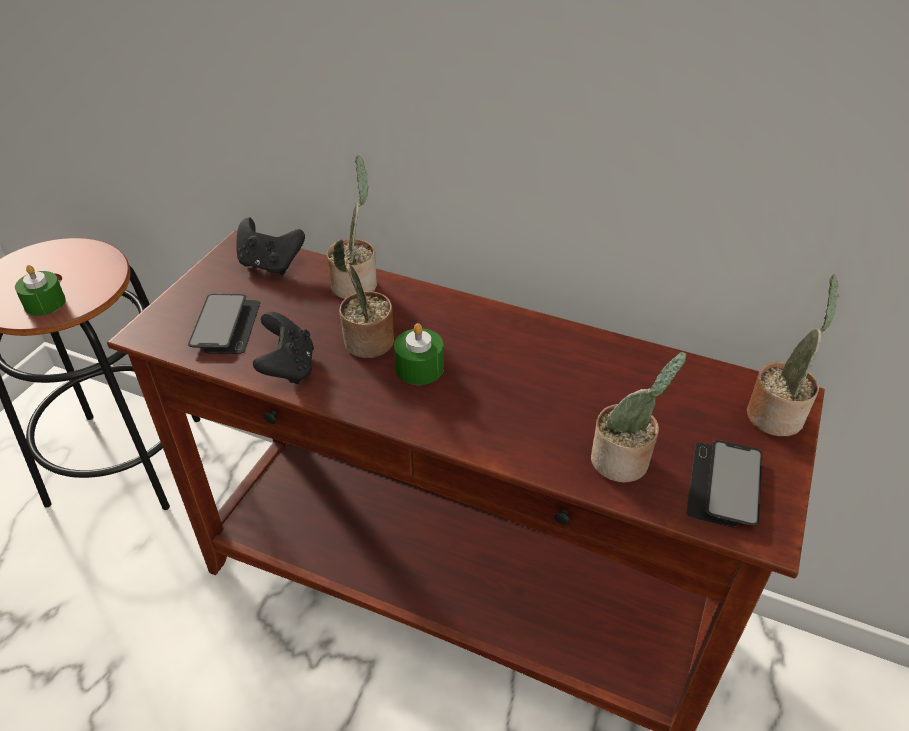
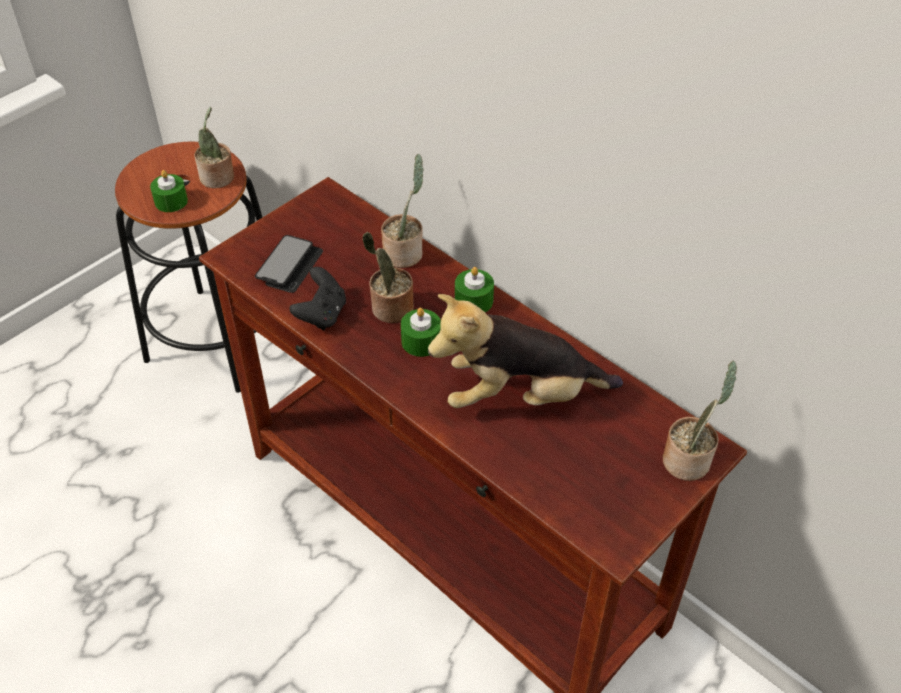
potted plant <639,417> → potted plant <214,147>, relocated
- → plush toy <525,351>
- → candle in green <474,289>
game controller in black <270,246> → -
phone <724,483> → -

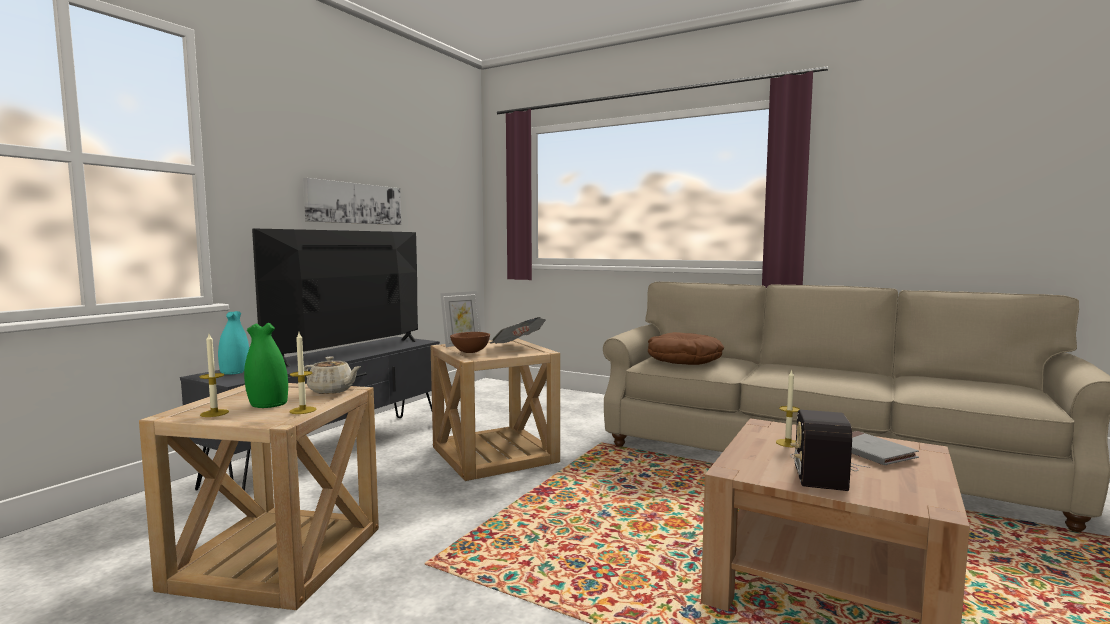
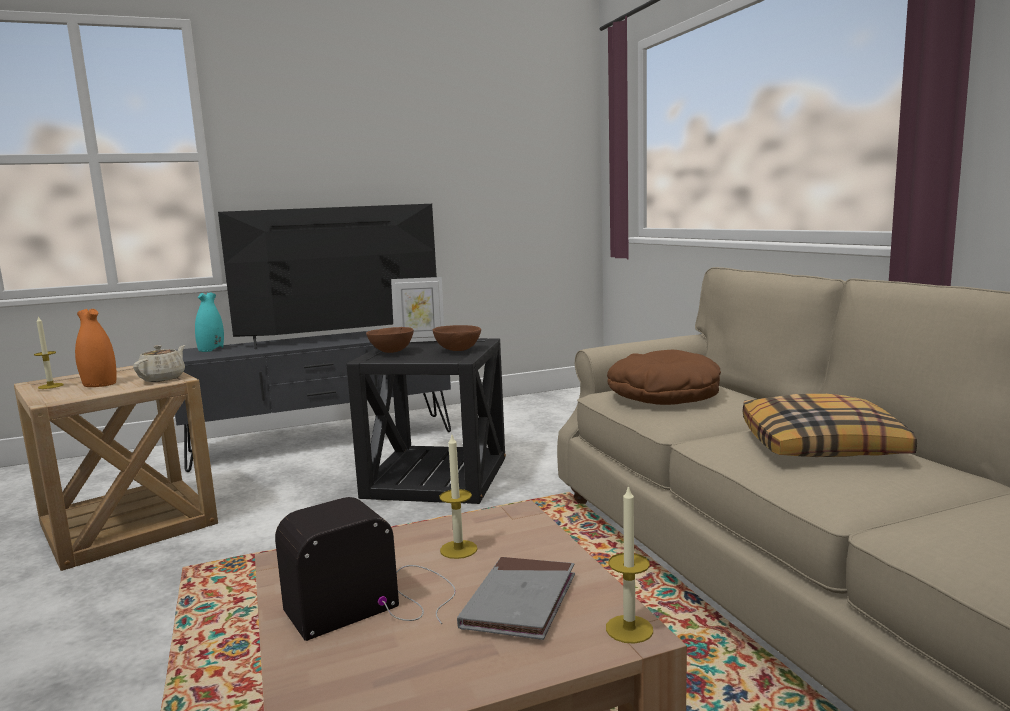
vase in green <266,365> → vase in orange <95,348>
teapot in beige <332,375> → teapot in beige <159,363>, 135 degrees counterclockwise
side table in beige <495,409> → side table in black <426,421>
newspaper <518,330> → bowl in brown <457,338>
candle <302,373> → candle <629,564>, relocated
- → pillow <829,425>
picture <352,201> → -

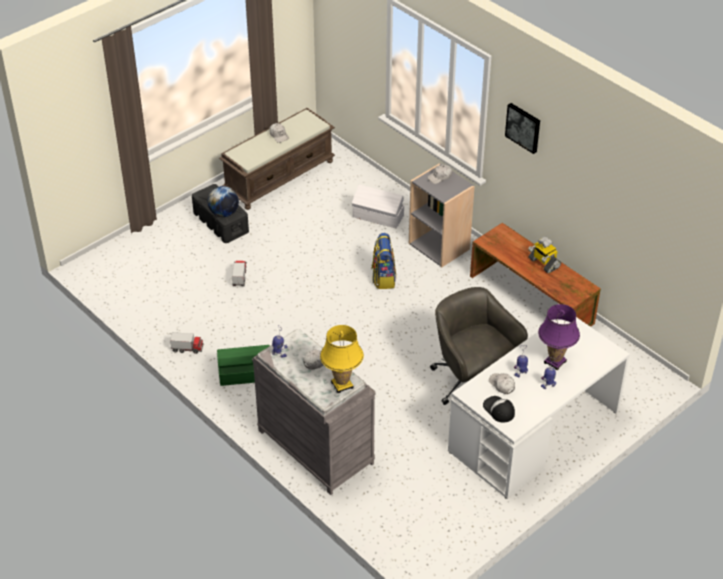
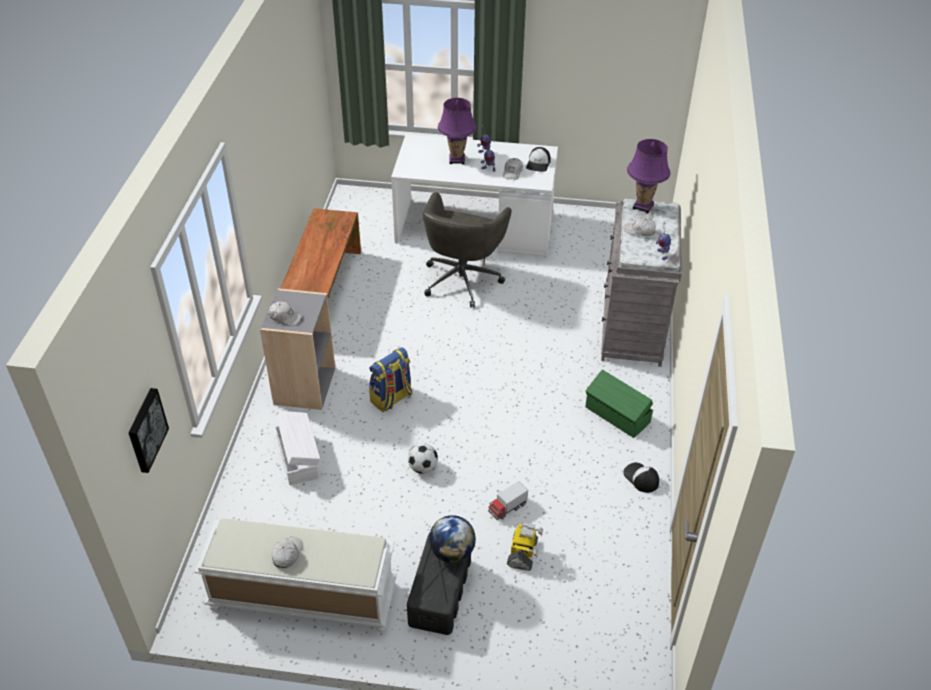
picture <522,128> → picture <148,430>, relocated
bench in brown <277,159> → bench in white <295,575>
- → football <423,458>
toy robot <544,255> → toy robot <525,546>, relocated
toy truck <187,343> → cap <641,477>
table lamp in yellow <342,359> → table lamp in purple <648,176>

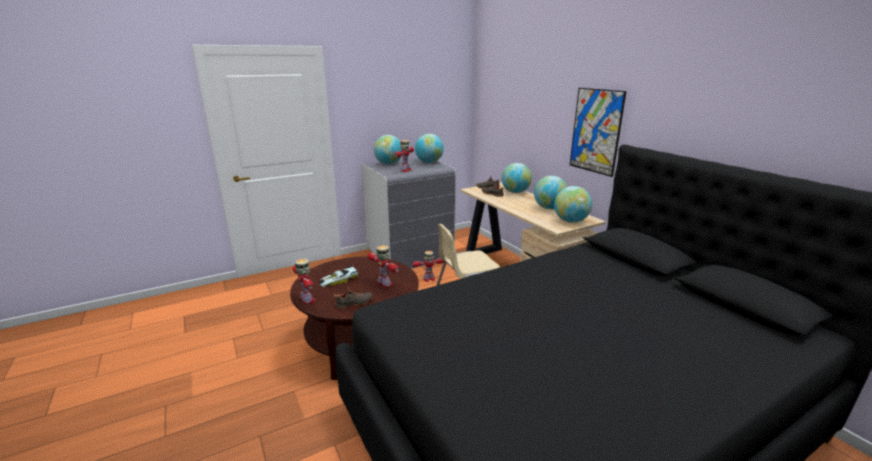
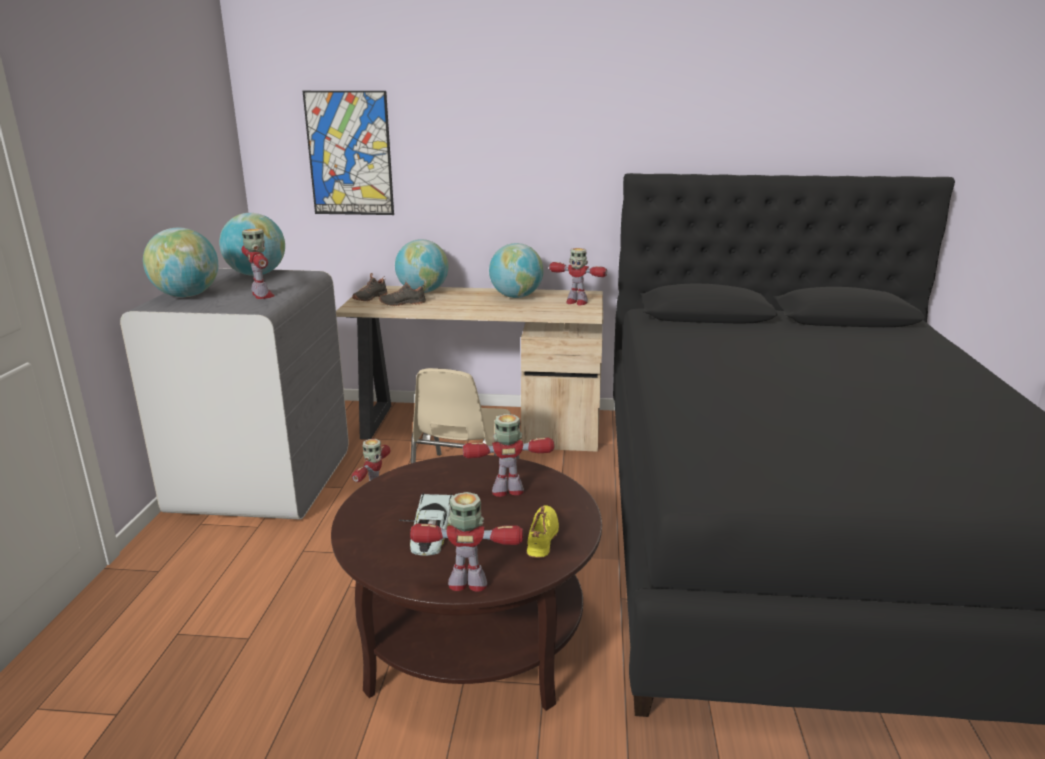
picture <598,132> → picture <348,153>, relocated
shoe in black <353,298> → shoe in yellow <543,531>
globe <573,204> → toy robot <578,277>

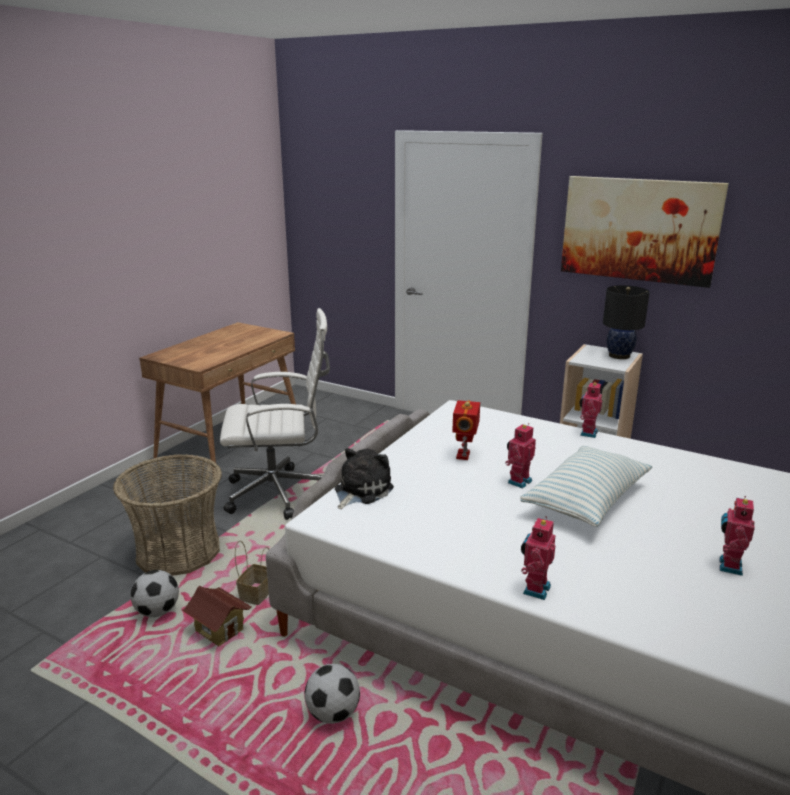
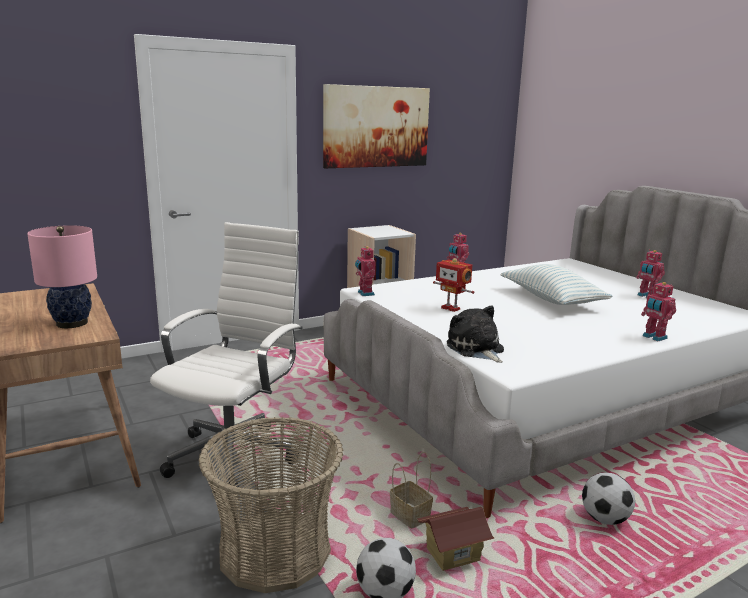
- → table lamp in pink <62,276>
toy robot <520,456> → toy robot <365,271>, relocated
table lamp in black <626,322> → -

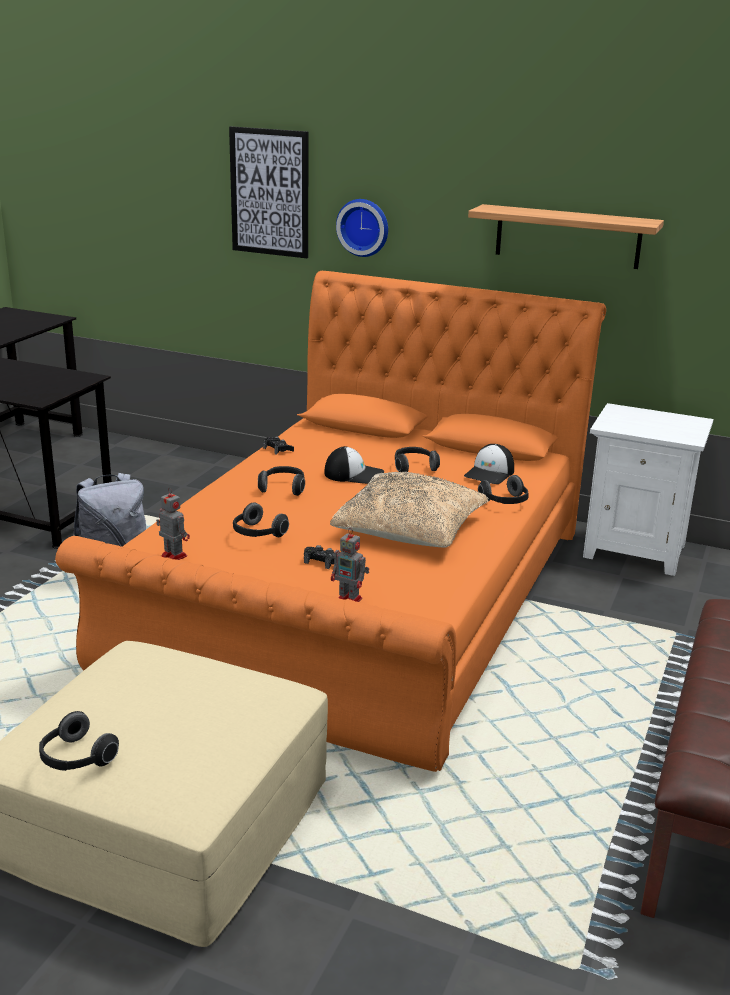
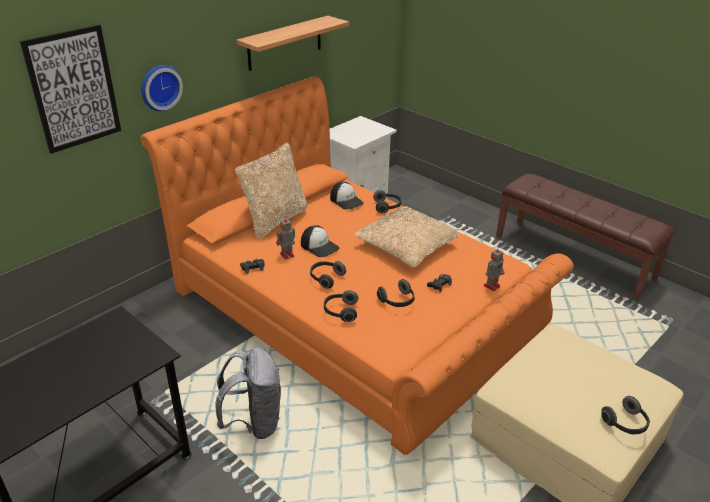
- → pillow in beige <271,191>
toy robot <173,524> → toy robot <285,238>, relocated
cap <354,465> → cap <320,241>, 105 degrees clockwise
headphones <417,460> → headphones <341,306>, relocated

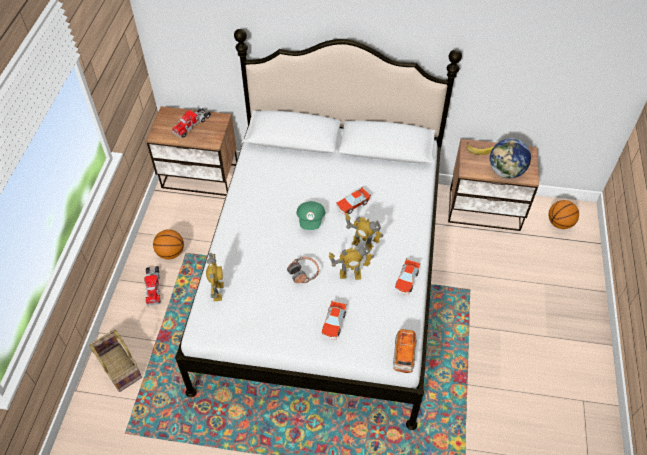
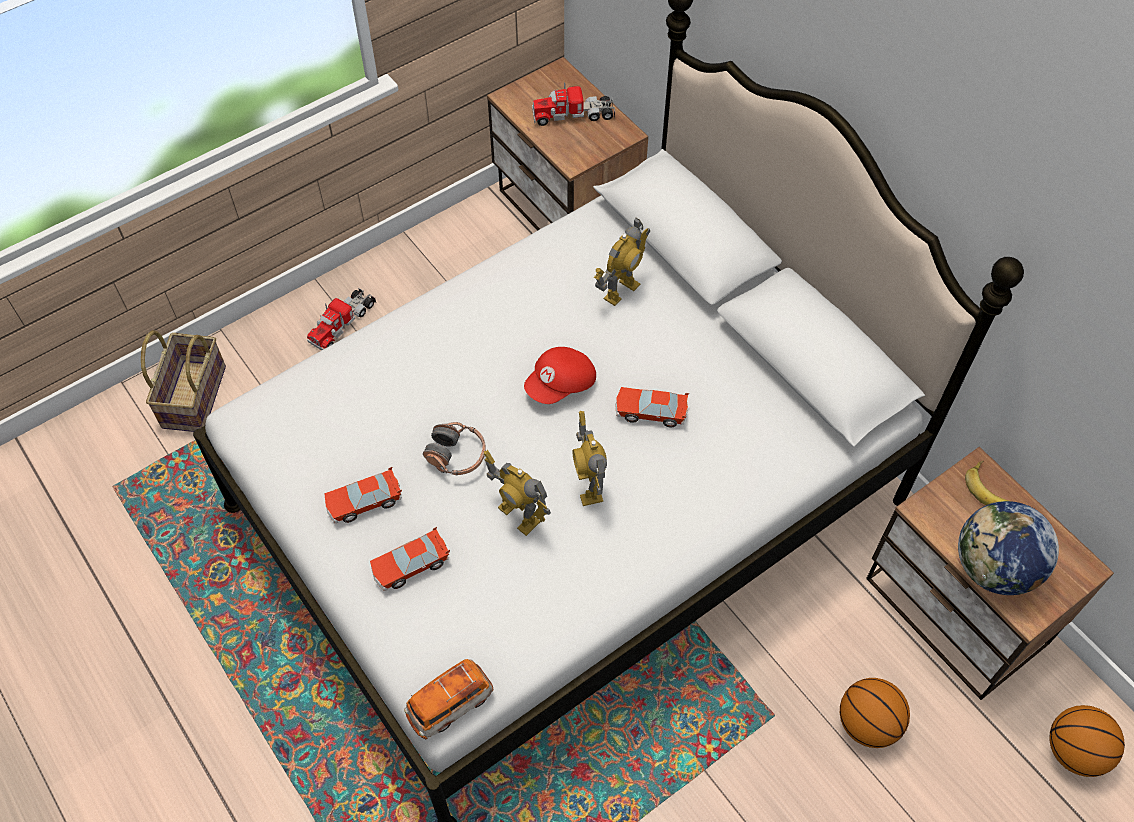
toy car <407,276> → toy car <363,495>, relocated
cap in green <311,215> → cap in red <560,375>
toy robot <215,277> → toy robot <622,261>, relocated
basketball <168,244> → basketball <875,713>, relocated

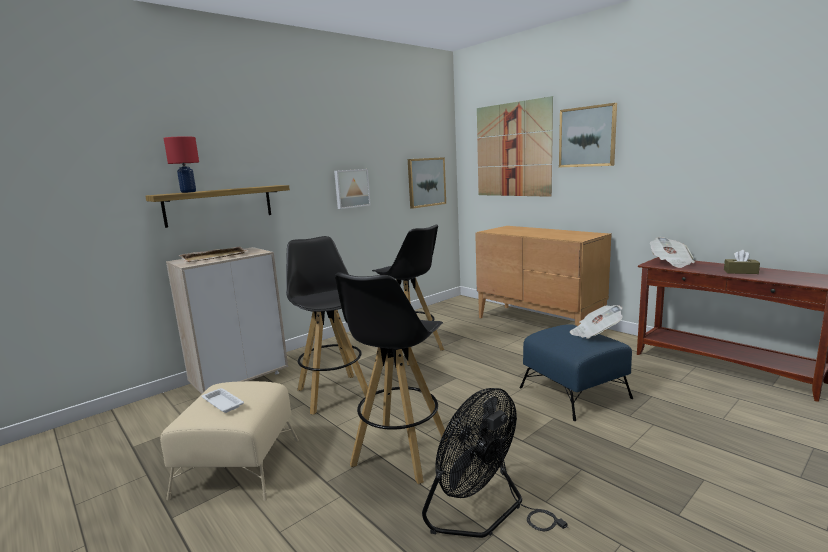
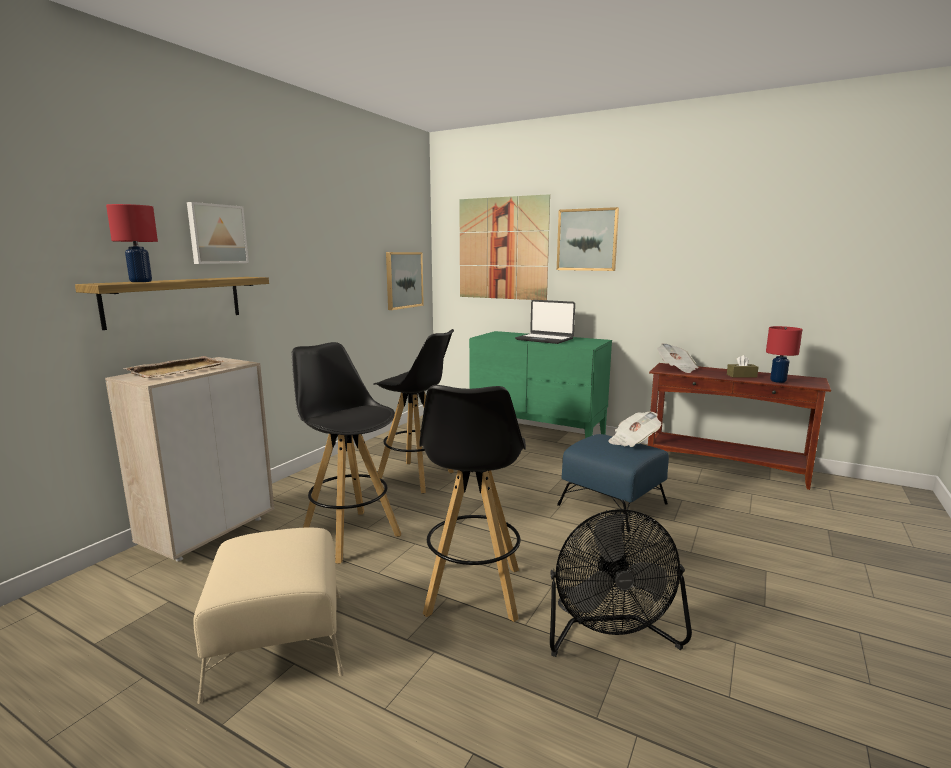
picture <352,189> → picture <218,233>, relocated
cabinet in brown <543,278> → cabinet in green <540,384>
- → laptop <545,322>
fan in black <495,463> → fan in black <621,583>, 120 degrees counterclockwise
- → table lamp in red <784,354>
tray in white <222,400> → -

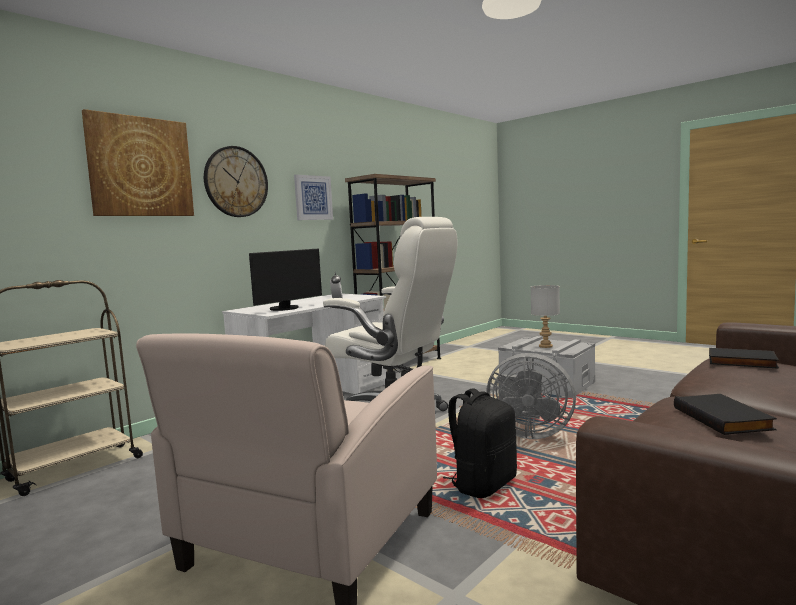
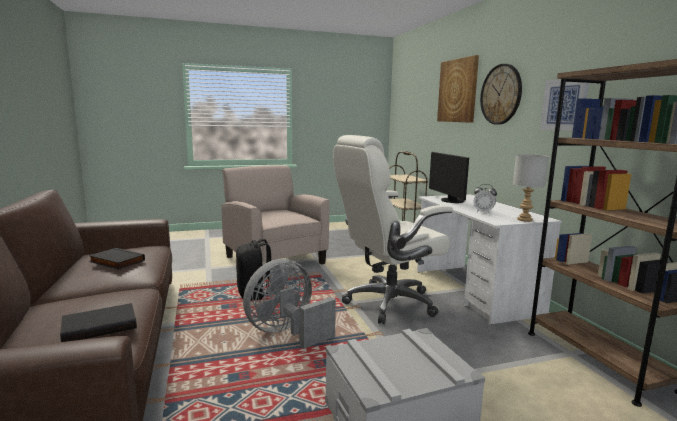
table lamp in grey <545,316> → table lamp in grey <531,188>, relocated

